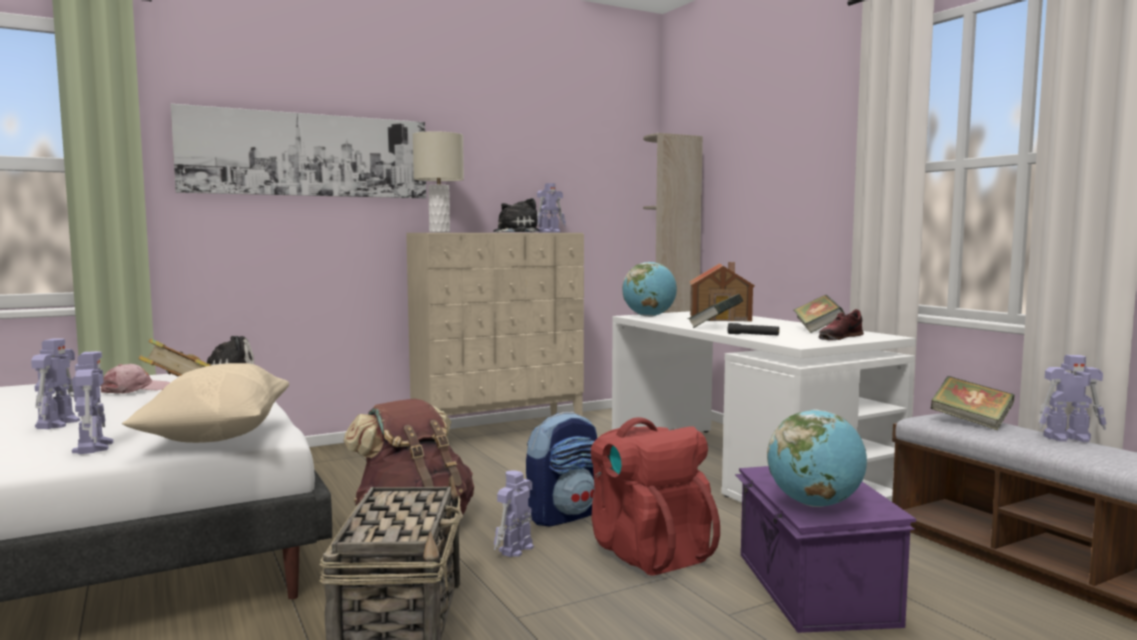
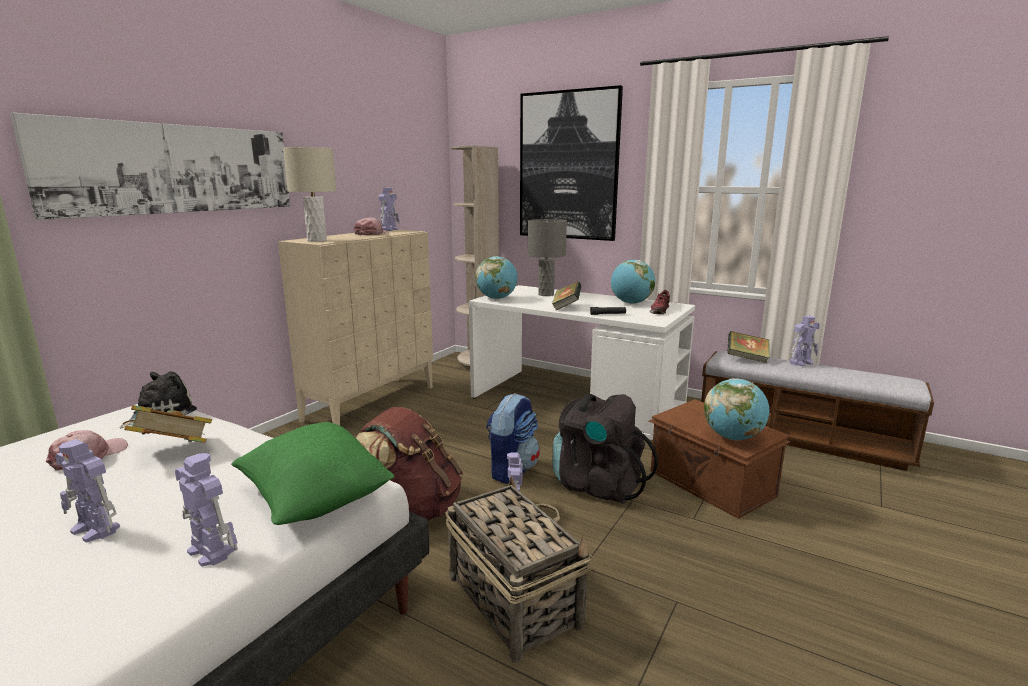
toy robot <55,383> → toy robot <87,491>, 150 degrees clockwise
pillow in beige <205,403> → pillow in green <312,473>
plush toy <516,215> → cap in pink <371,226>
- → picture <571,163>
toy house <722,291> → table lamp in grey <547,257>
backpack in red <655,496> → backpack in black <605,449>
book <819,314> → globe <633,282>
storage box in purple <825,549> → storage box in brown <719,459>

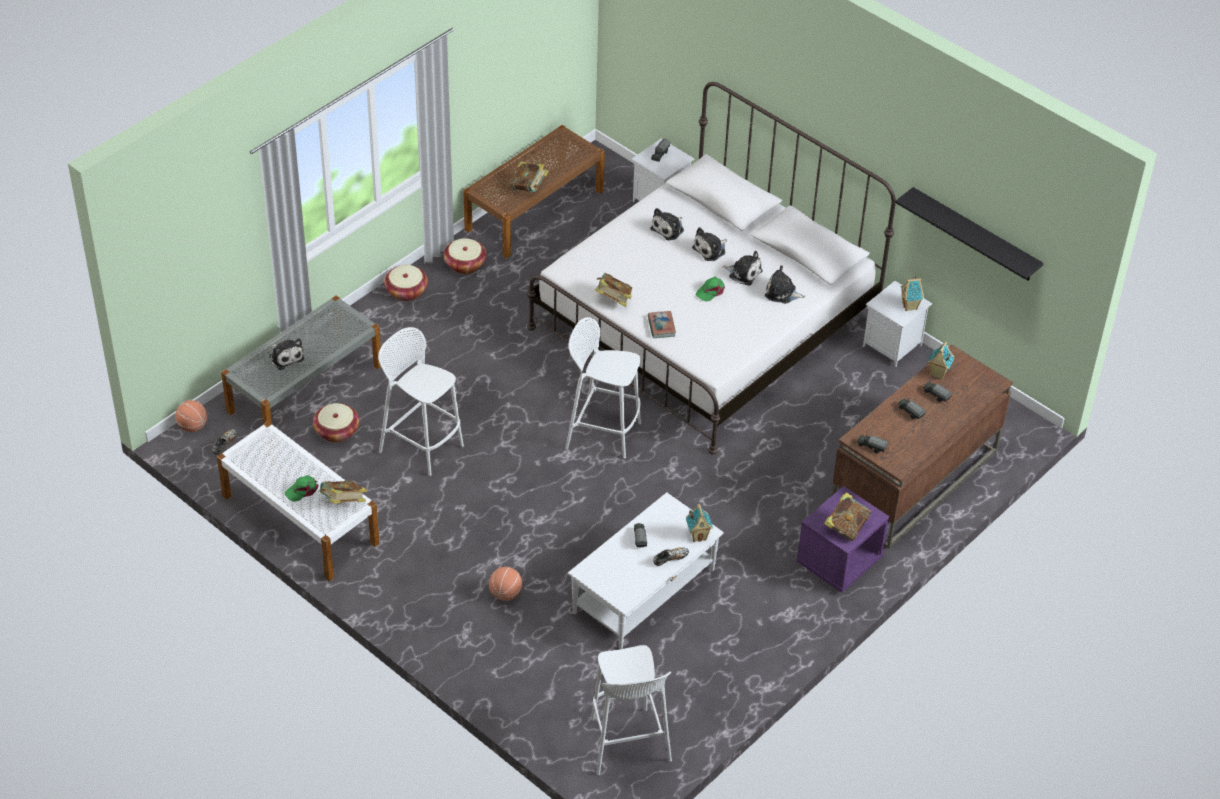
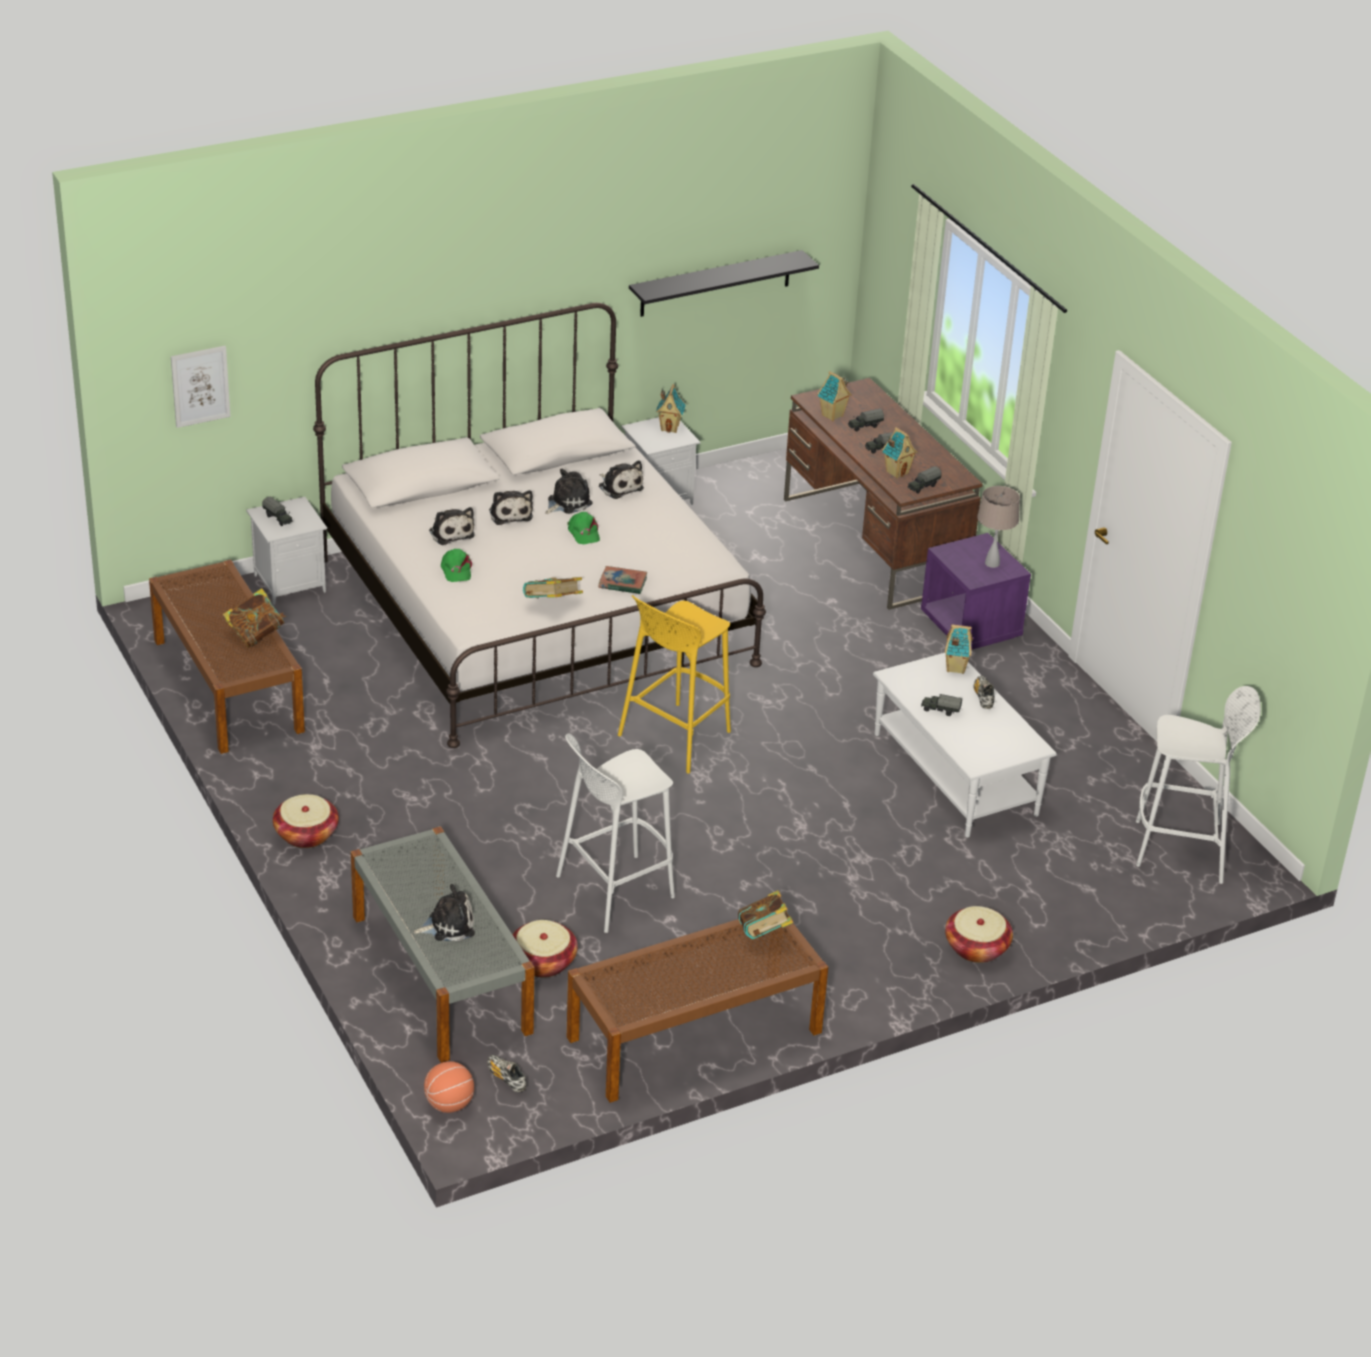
- → picture <201,387>
cap in green <302,488> → cap in green <456,565>, relocated
bench in white <298,501> → bench in brown <697,1011>
plush toy <785,284> → plush toy <621,479>, 75 degrees counterclockwise
stool in white <603,387> → stool in yellow <674,684>
- → toy house <900,453>
basket <465,256> → basket <979,934>, relocated
book <847,516> → table lamp in beige <998,527>
basketball <505,584> → -

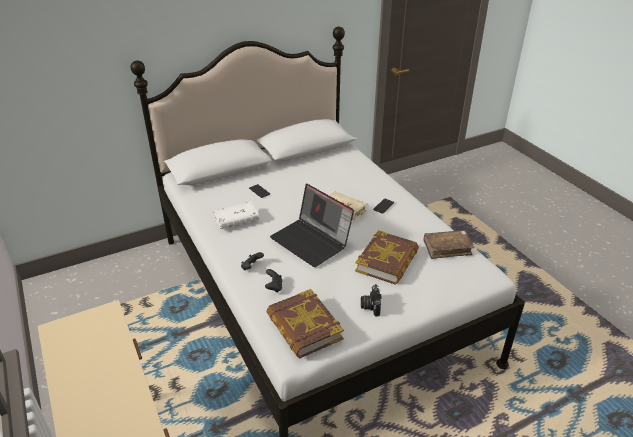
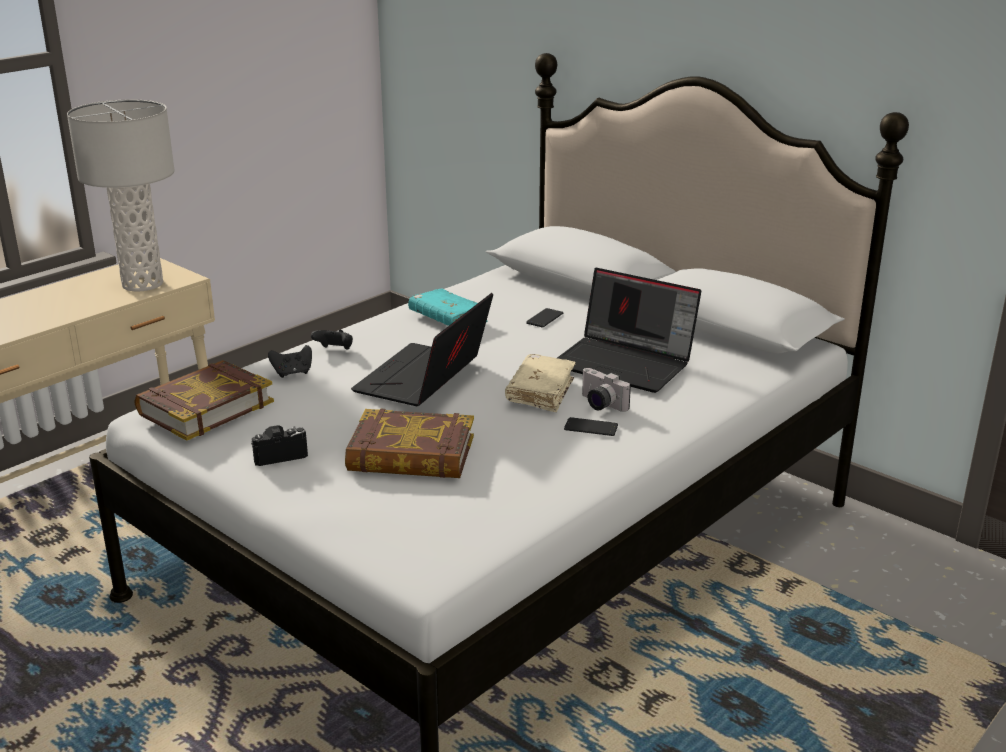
- → table lamp in white <121,195>
book in white <236,215> → book in turquoise <447,307>
- → laptop <629,330>
- → photo camera <606,390>
book in brown <449,244> → -

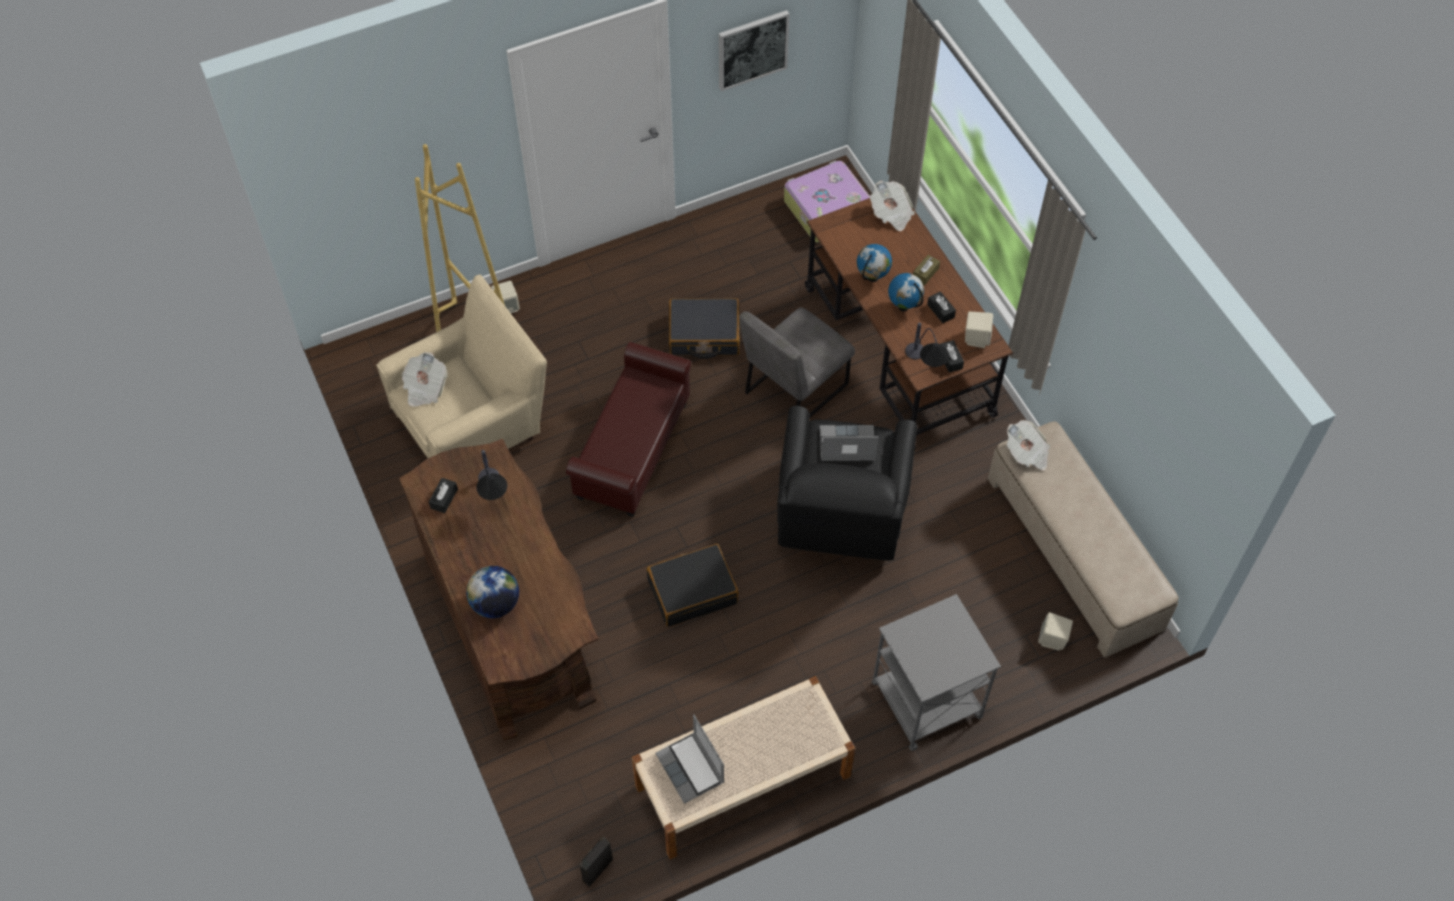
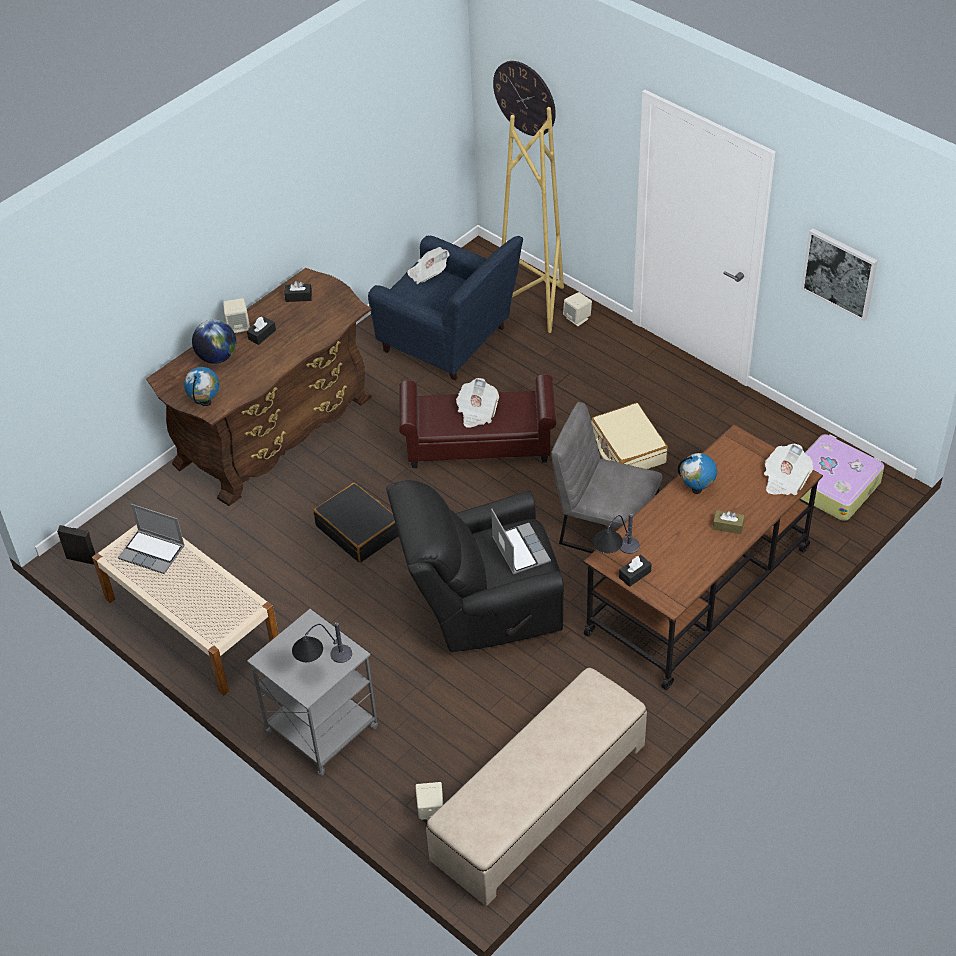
laptop <689,759> → laptop <151,539>, 105 degrees counterclockwise
globe <906,292> → globe <201,386>, relocated
speaker in beige <979,330> → speaker in beige <236,315>, relocated
tissue box in black <941,307> → tissue box in black <261,331>, relocated
table lamp <491,475> → table lamp <322,642>, relocated
armchair in beige <461,366> → armchair in blue <445,308>
newspaper <1028,445> → newspaper <477,403>, relocated
- → wall clock <524,98>
suitcase in black <704,328> → suitcase in beige <629,436>

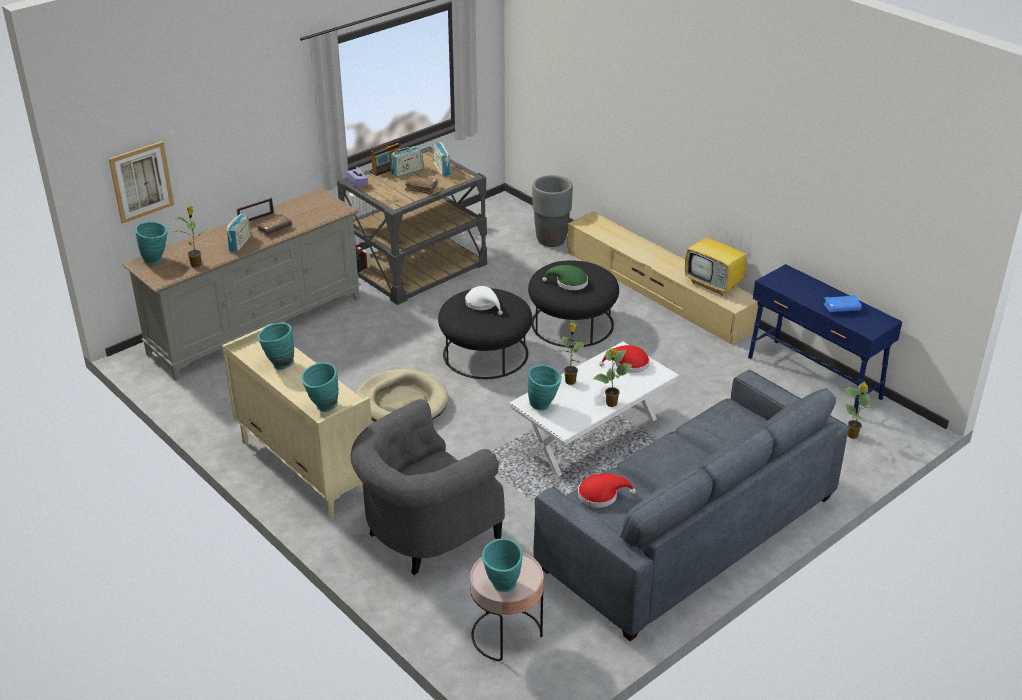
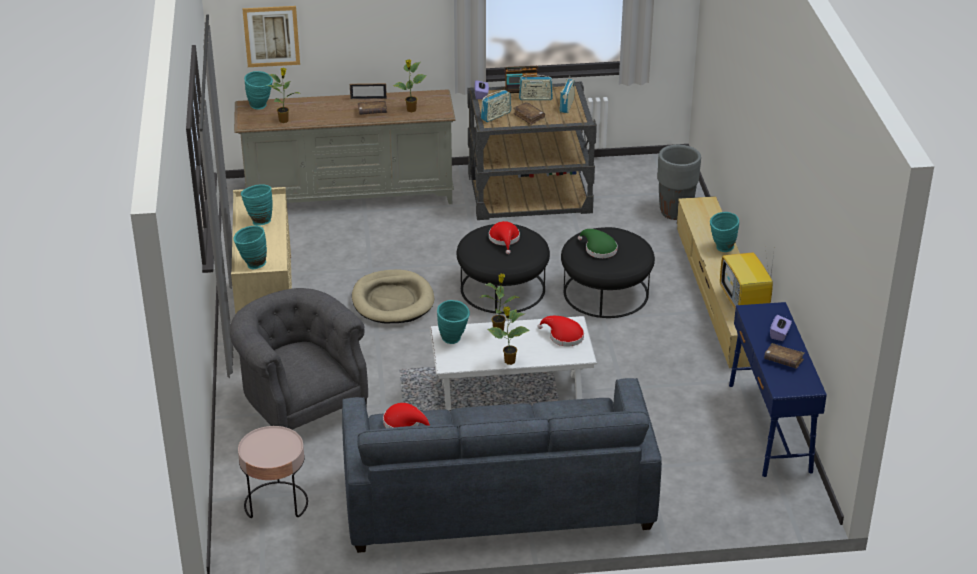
armchair in grey <427,487> → armchair in grey <299,359>, 60 degrees clockwise
potted plant <859,410> → potted plant <410,85>, relocated
radio <239,233> → radio <496,106>, relocated
hat in white <484,300> → hat in red <504,237>
vase in turquoise <502,565> → vase in turquoise <724,232>, relocated
book in blue <843,303> → book in brown <784,355>
- → tissue box in purple <781,328>

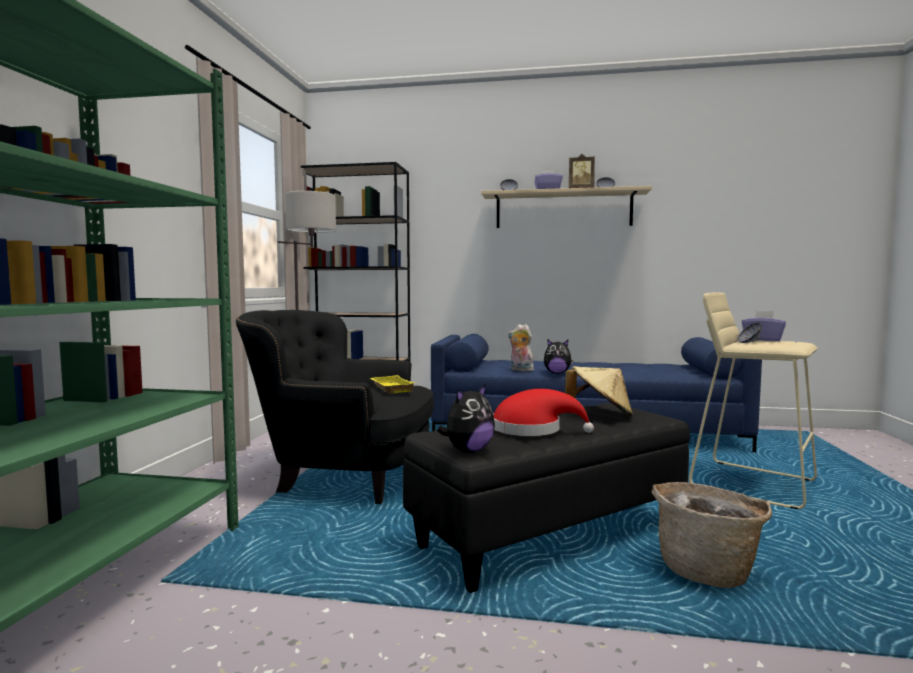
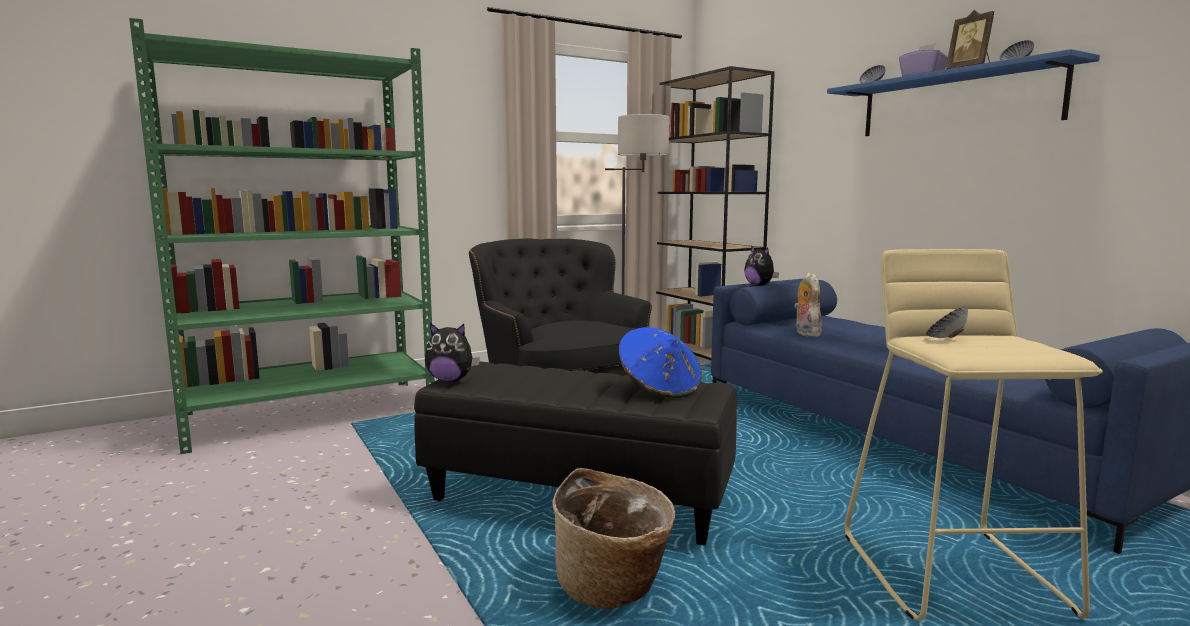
hat in beige <599,391> → hat in blue <660,362>
plush toy <558,357> → plush toy <761,266>, relocated
shelf in beige <566,207> → shelf in blue <963,92>
tray in yellow <393,384> → -
hat in red <543,412> → -
tissue box in purple <764,326> → -

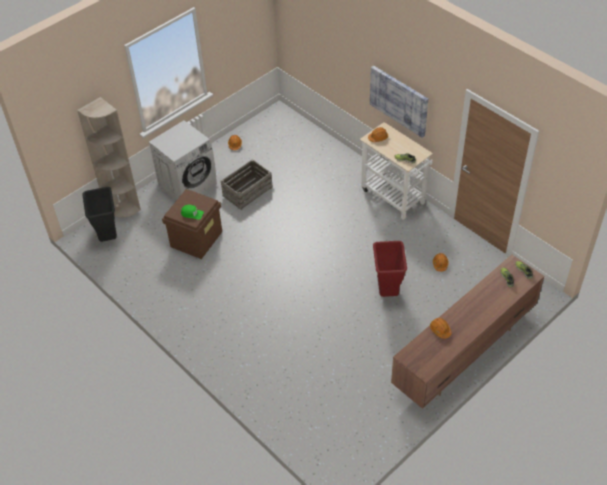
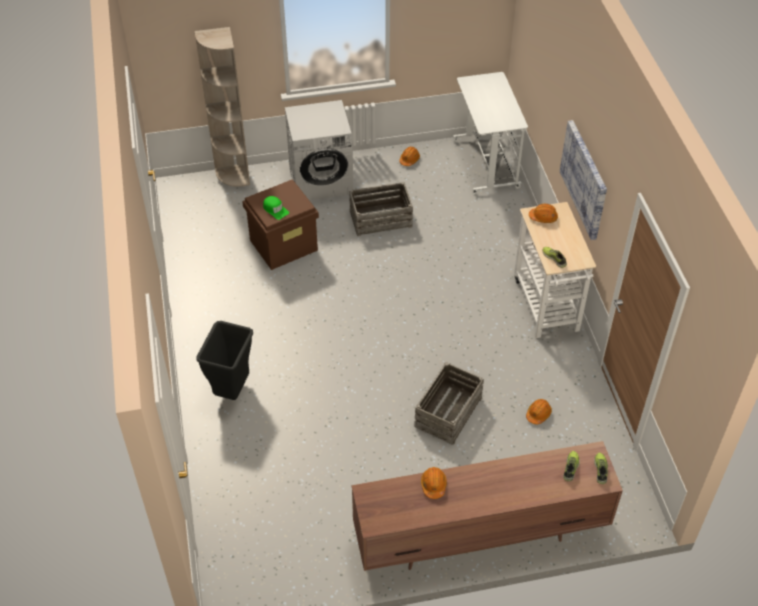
trash can in black <99,214> → trash can in black <224,360>, relocated
trash can in red <390,269> → crate <449,403>
- → desk in white <490,133>

